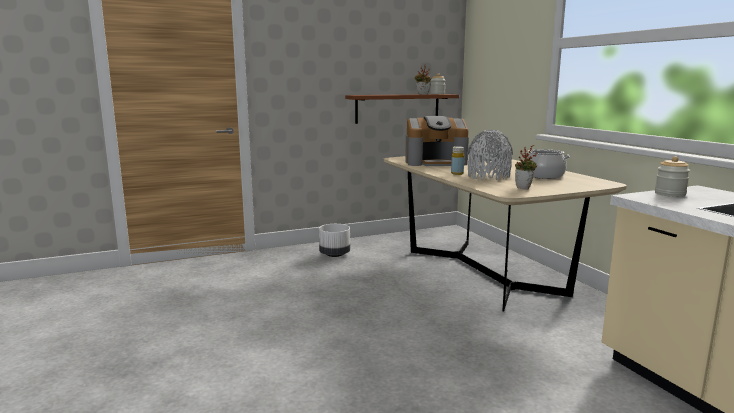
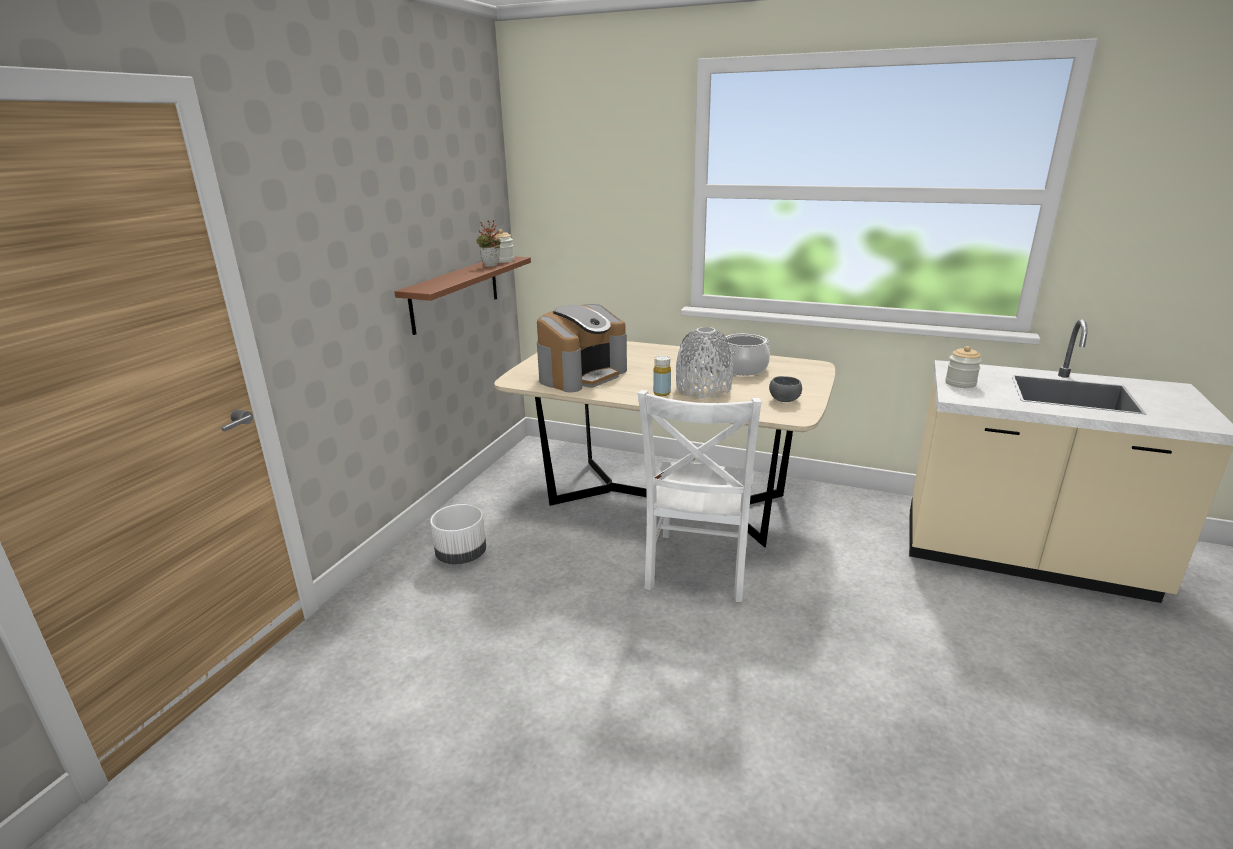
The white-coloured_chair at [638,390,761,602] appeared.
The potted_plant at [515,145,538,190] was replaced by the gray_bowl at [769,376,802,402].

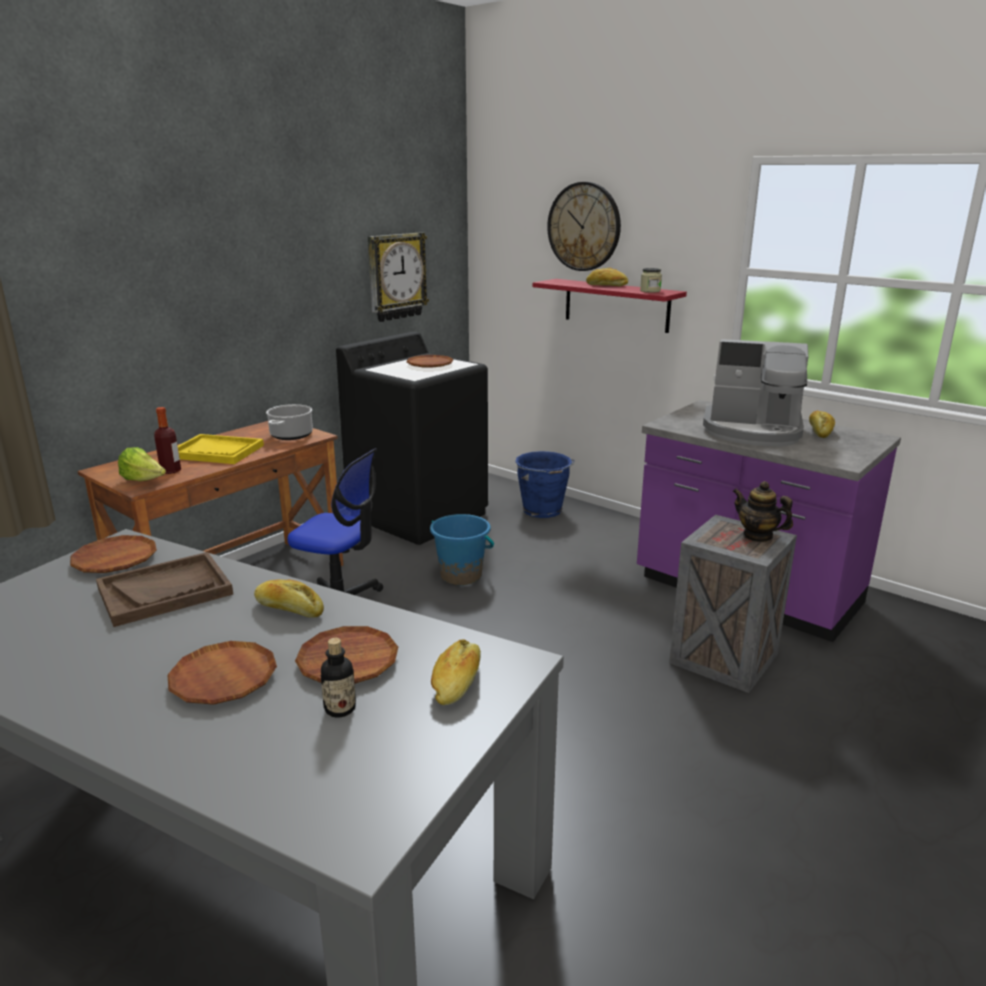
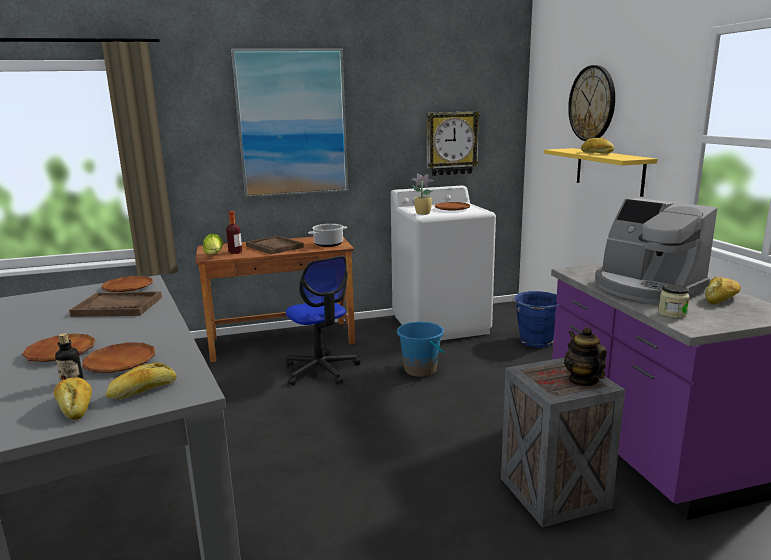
The bread moved from [254,580,324,618] to [54,378,92,420].
The wall_art at [231,48,348,198] appeared.
The yellow-coloured_tray at [178,434,264,464] became the brown-coloured_tray at [246,236,304,254].
The black_laundry_appliance at [336,331,488,545] became the white-coloured_laundry_appliance at [391,186,496,340].
The potted_plant at [411,174,434,215] appeared.
The red_shelf at [533,279,687,333] became the yellow-coloured_shelf at [544,148,657,197].
The jar moved from [640,268,662,293] to [658,284,690,319].

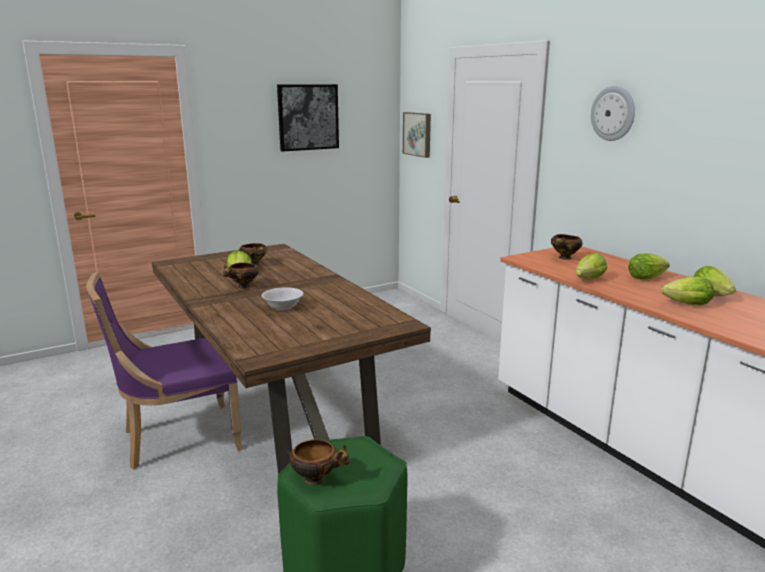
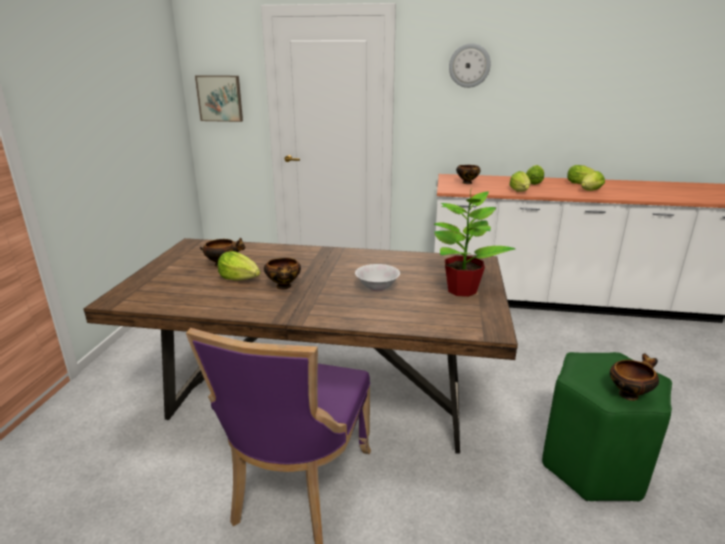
The potted_plant at [434,187,515,297] appeared.
The wall_art at [277,84,339,152] disappeared.

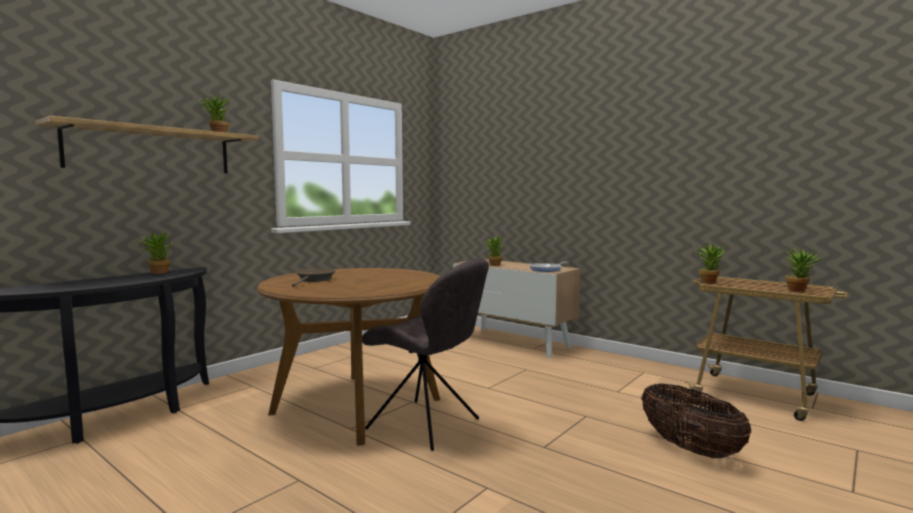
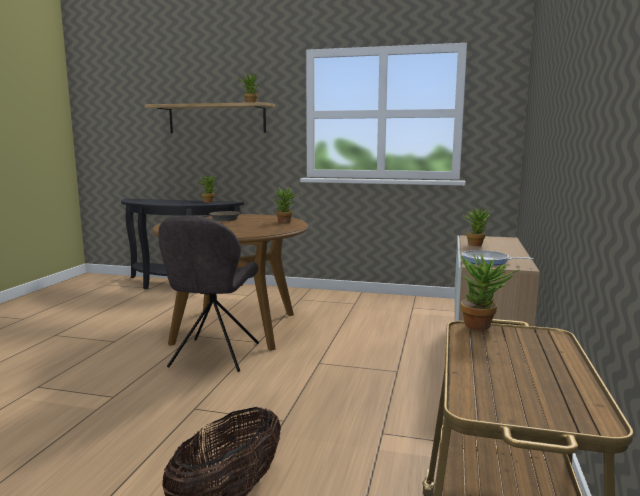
The potted_plant moved from [784,248,823,292] to [272,187,300,223].

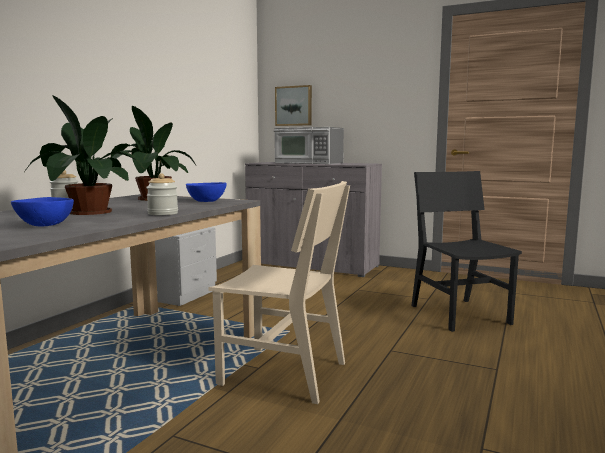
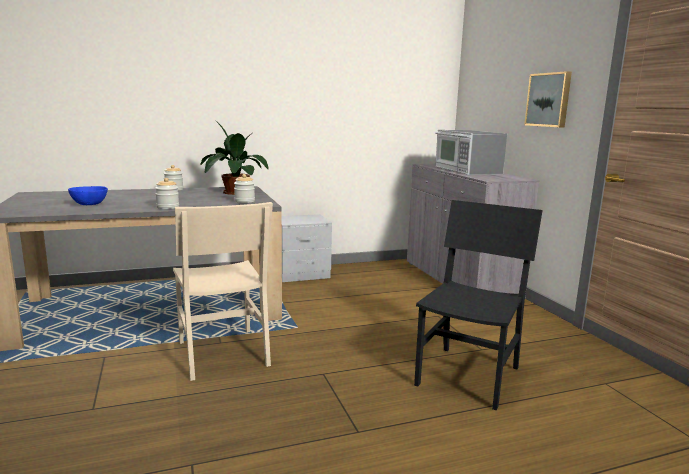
The bluish_bowl at [186,182,227,202] was replaced by the jar at [234,174,255,203].
The wall_art moved from [275,85,312,126] to [524,71,572,128].
The potted_plant at [24,95,146,215] disappeared.

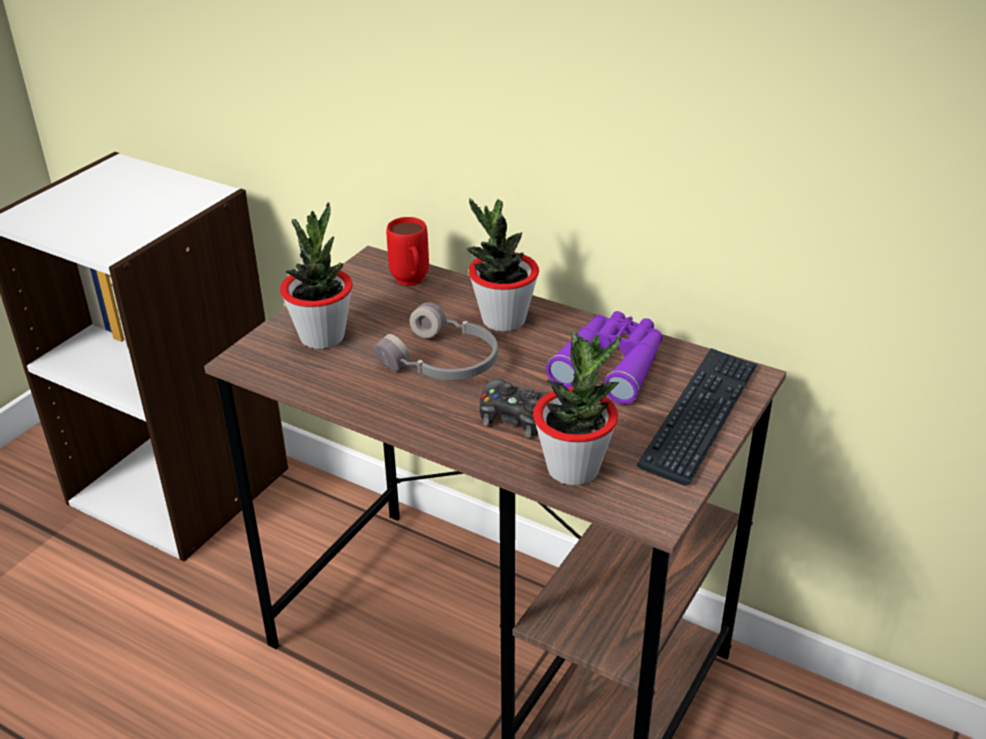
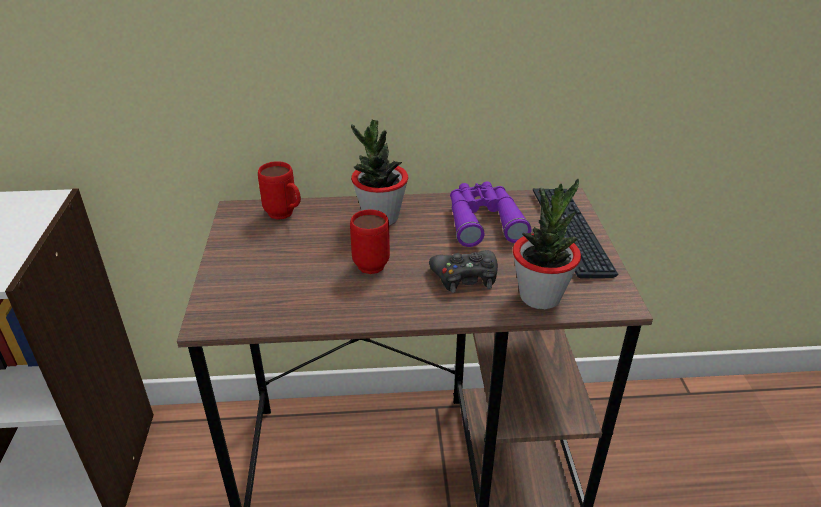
The gray_headset at [374,302,498,380] was replaced by the red_coffee_mug at [350,210,390,274].
The potted_plant at [280,202,353,349] disappeared.

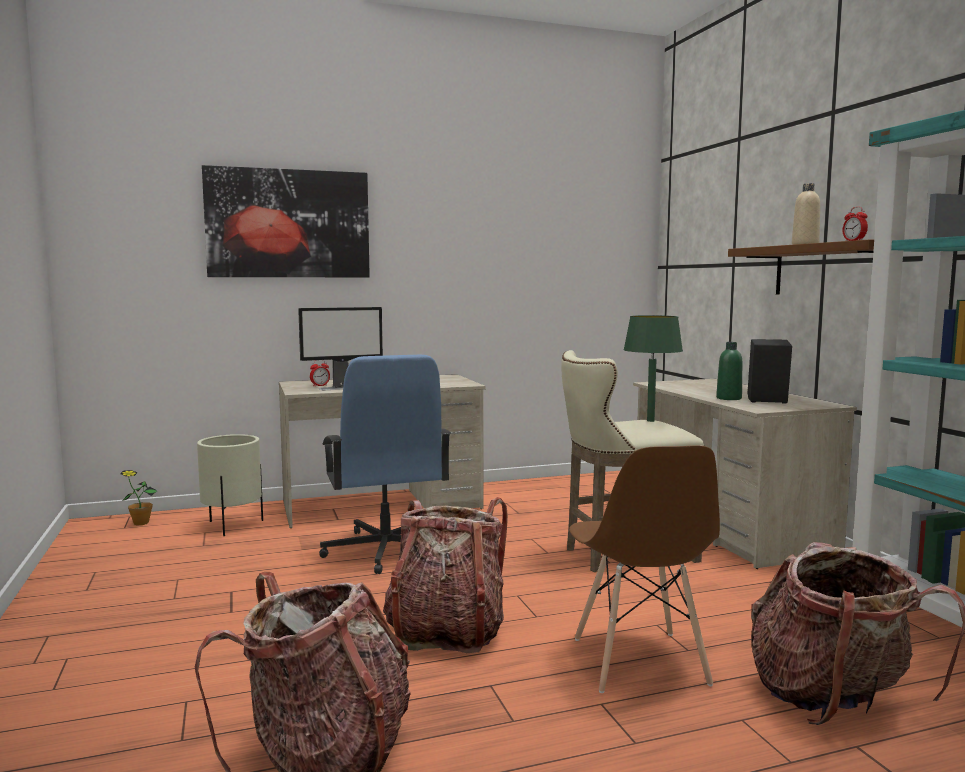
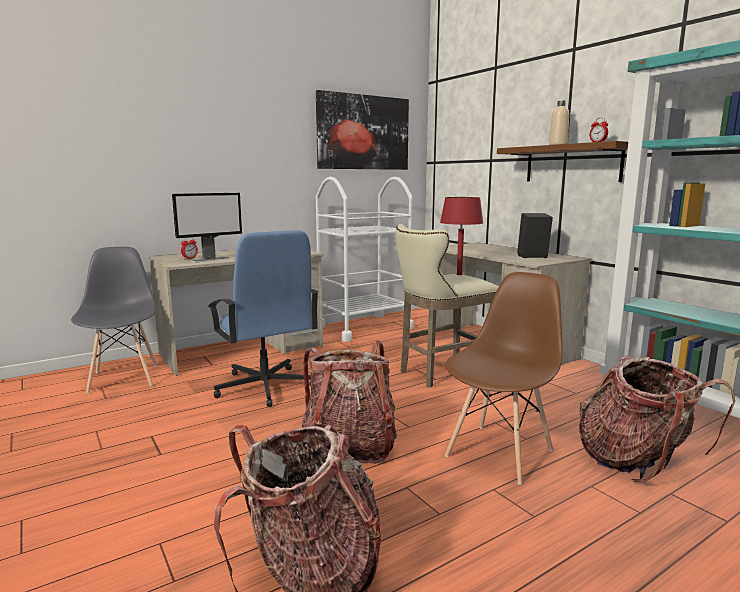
The beige-coloured_flower_pot at [197,434,263,536] was replaced by the gray_chair at [71,247,157,394].
The wall_art moved from [202,165,370,277] to [316,90,409,170].
The white-coloured_trolley at [316,176,414,342] appeared.
The green_lamp_for_a_table at [623,315,683,422] became the red_lamp_for_a_table at [440,197,483,275].
The brown-coloured_chair at [569,446,720,693] turned 120 degrees counterclockwise.
The potted_plant at [120,470,157,526] disappeared.
The green_beverage_bottle at [716,342,742,400] disappeared.

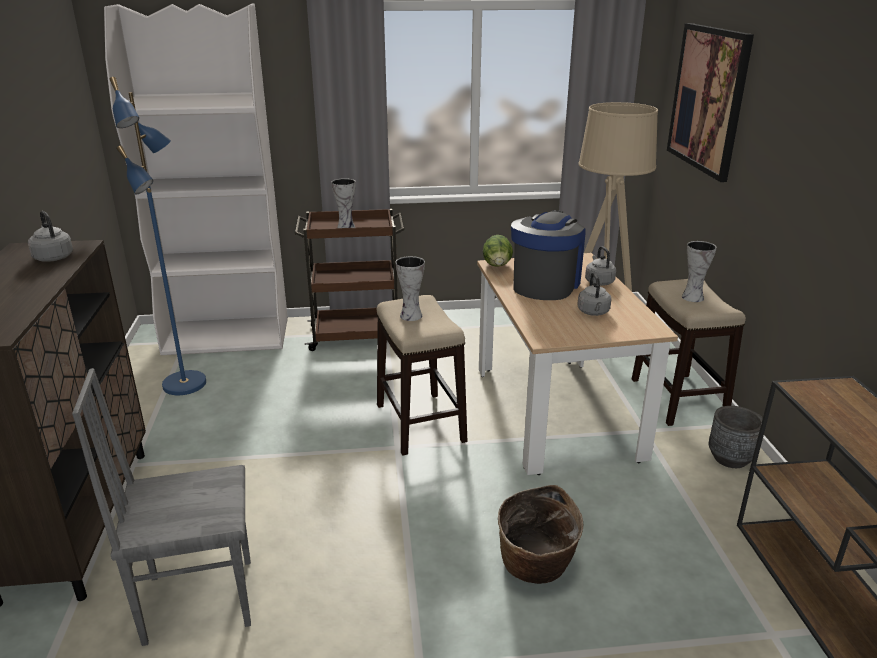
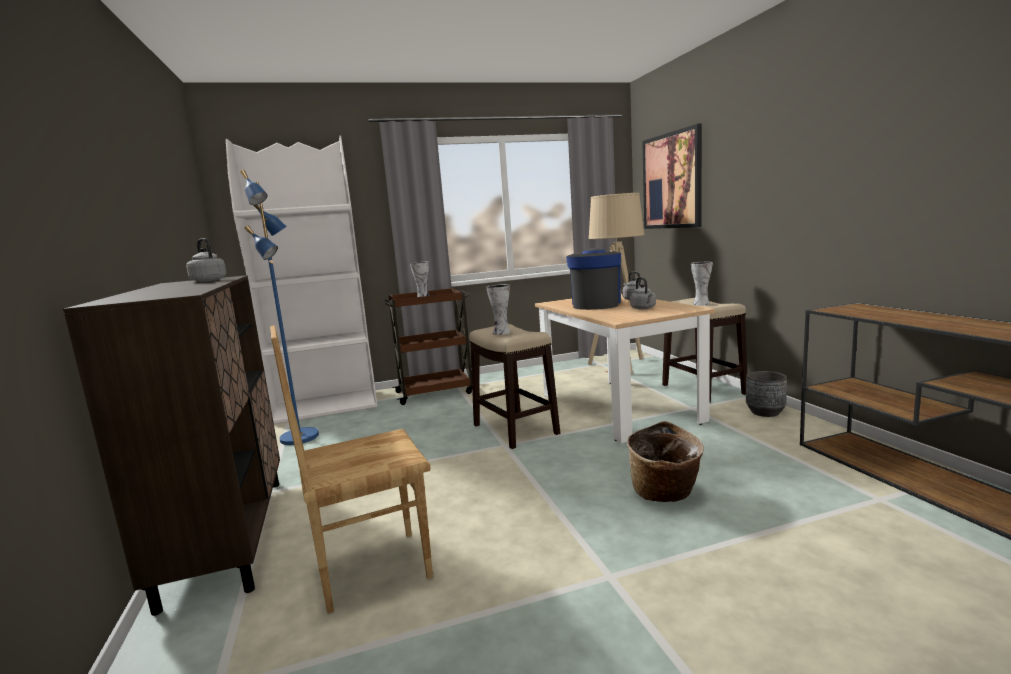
The gray_chair at [72,368,251,646] became the brown-coloured_chair at [270,325,433,614].
The lettuce_head at [483,235,513,267] disappeared.

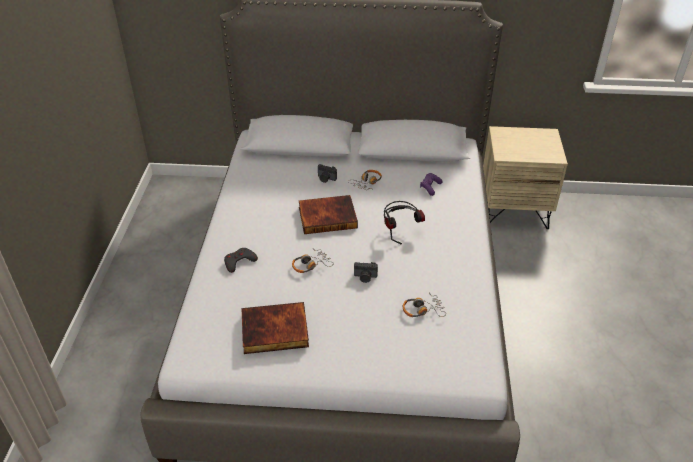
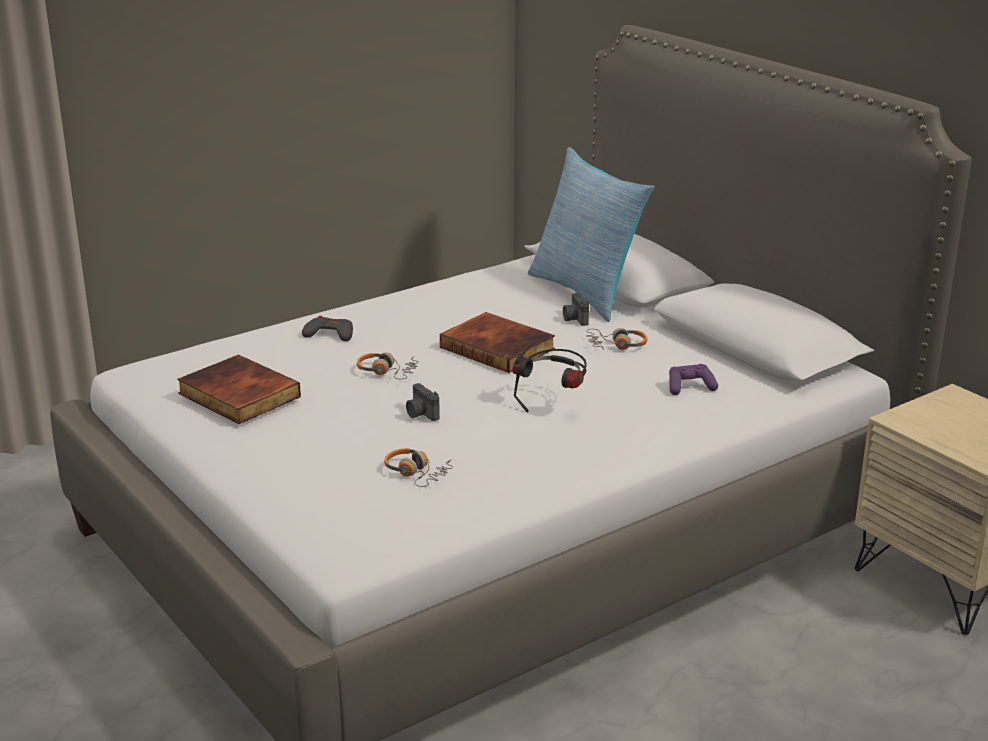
The pillow at [528,147,655,322] appeared.

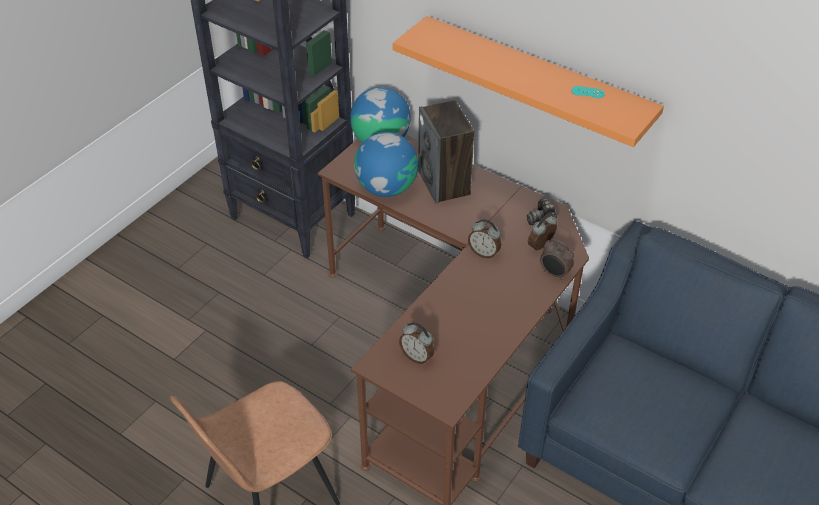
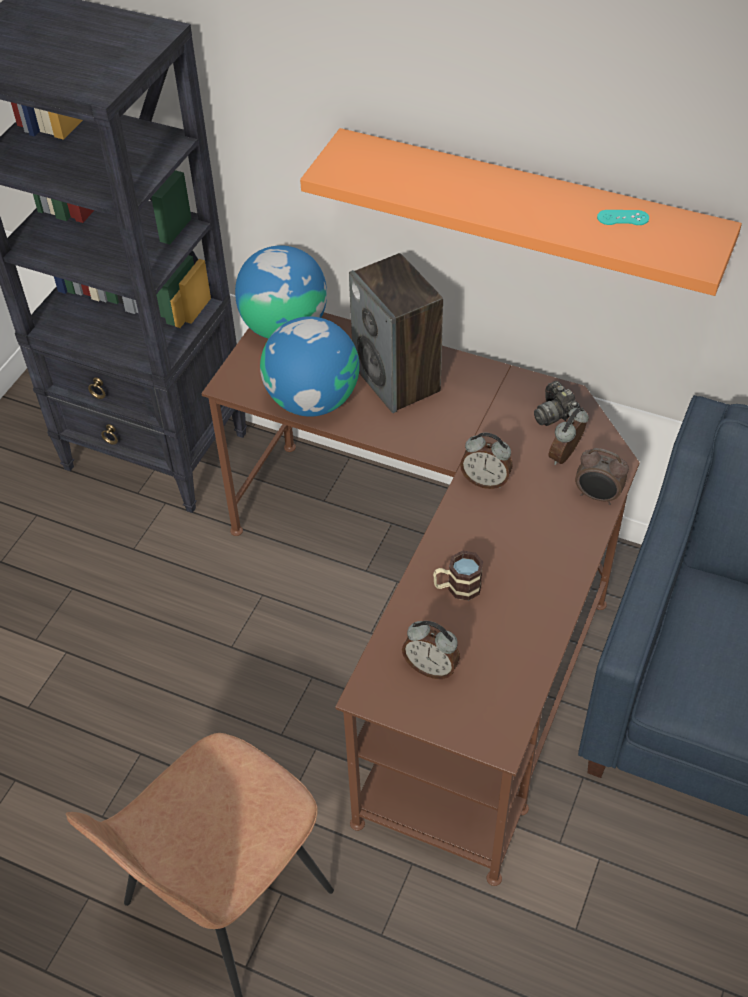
The coffee_mug at [433,550,483,601] appeared.

